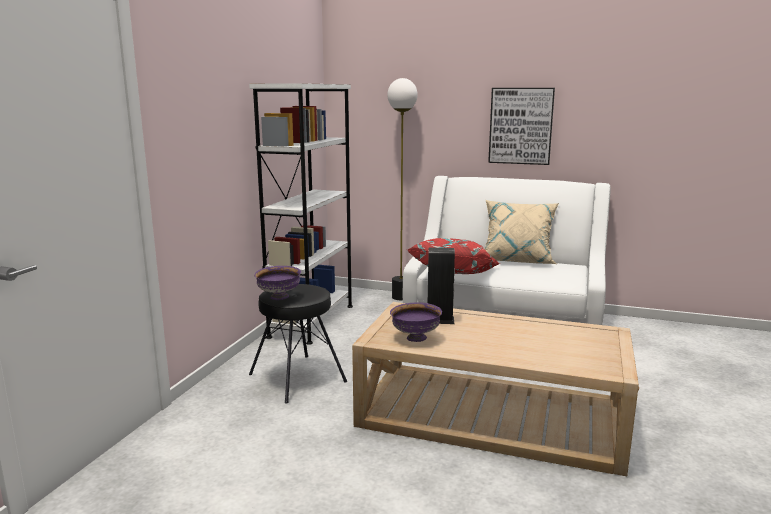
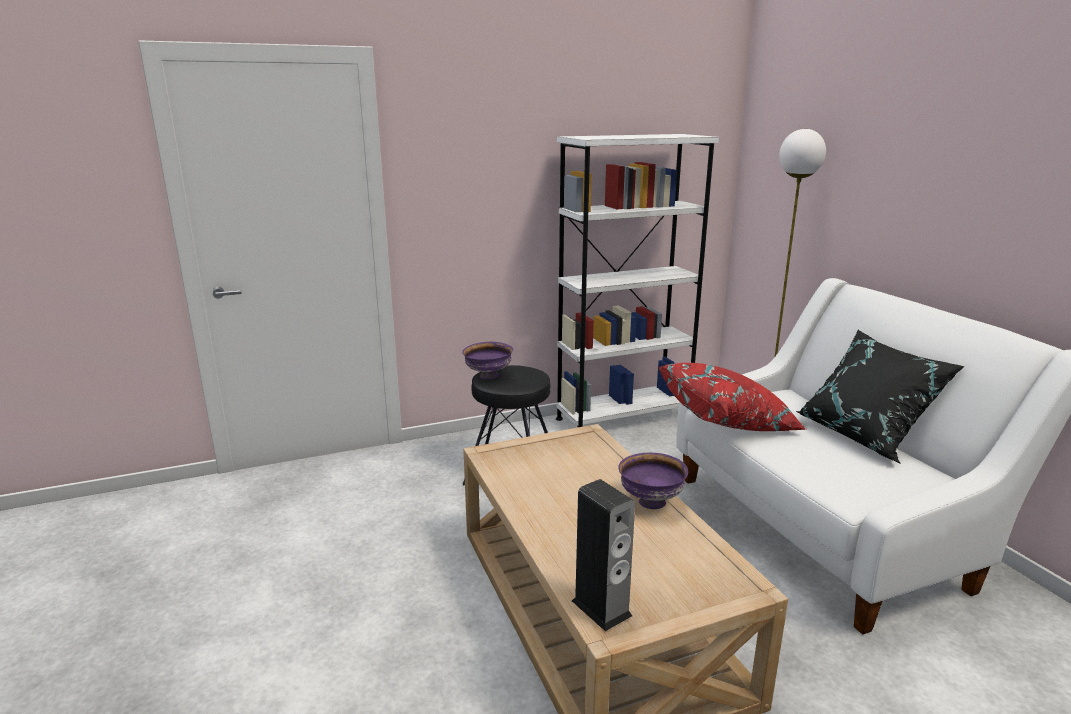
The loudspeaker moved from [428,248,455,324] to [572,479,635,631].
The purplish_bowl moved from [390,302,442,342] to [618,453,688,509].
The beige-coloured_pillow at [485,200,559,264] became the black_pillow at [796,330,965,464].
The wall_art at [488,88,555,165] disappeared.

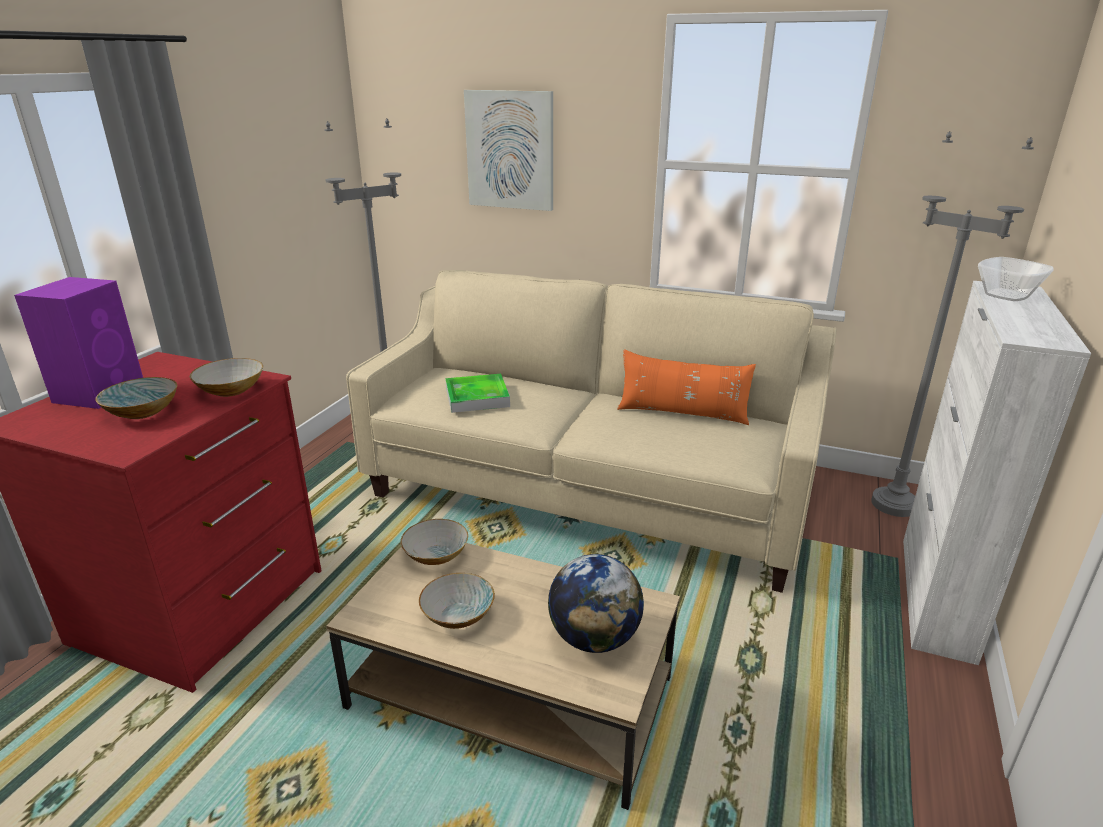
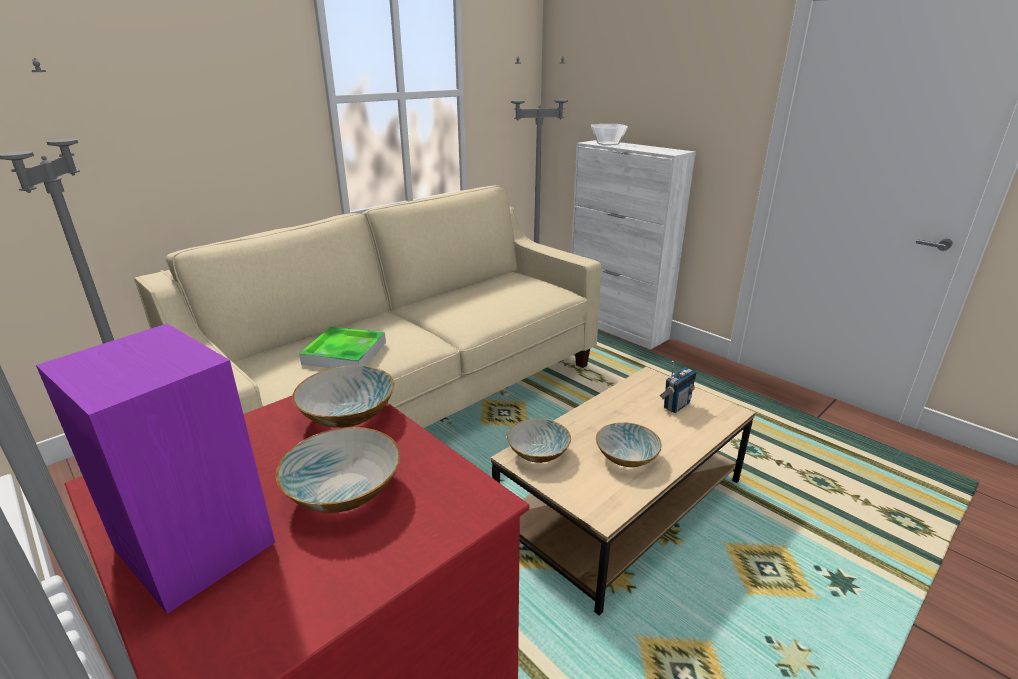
The globe at [548,554,644,653] was replaced by the radio at [660,361,696,413].
The wall_art at [464,90,553,211] disappeared.
The orangey_pillow at [617,349,756,425] disappeared.

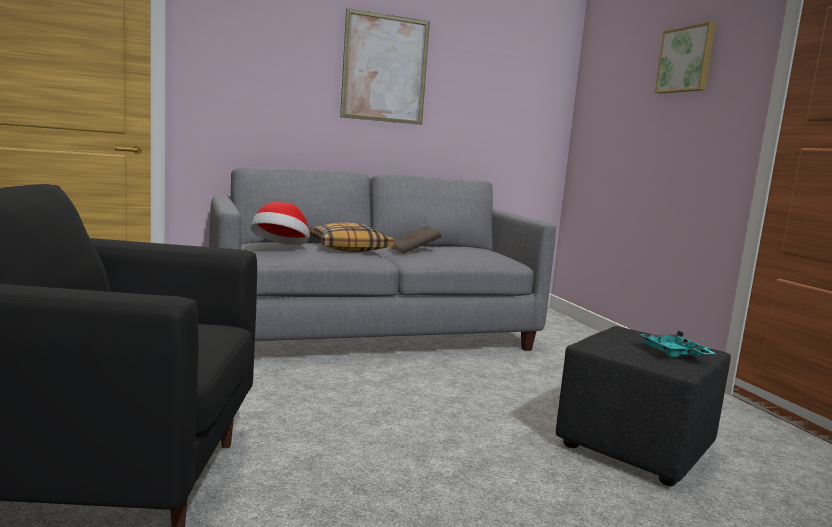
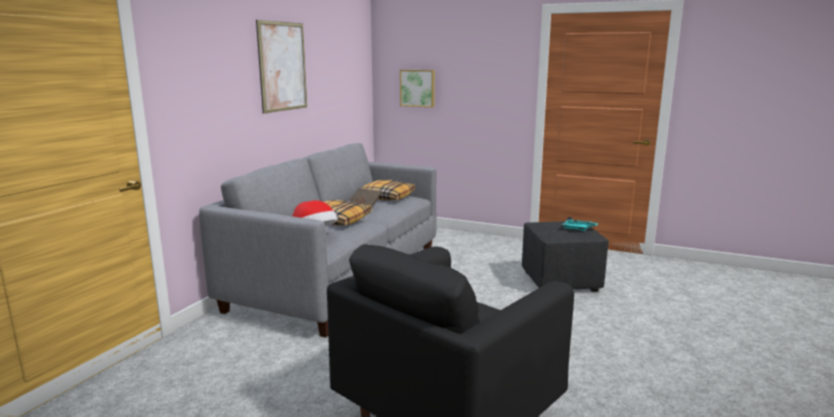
The pillow at [362,180,415,201] appeared.
The wall_art moved from [655,22,716,94] to [400,70,435,107].

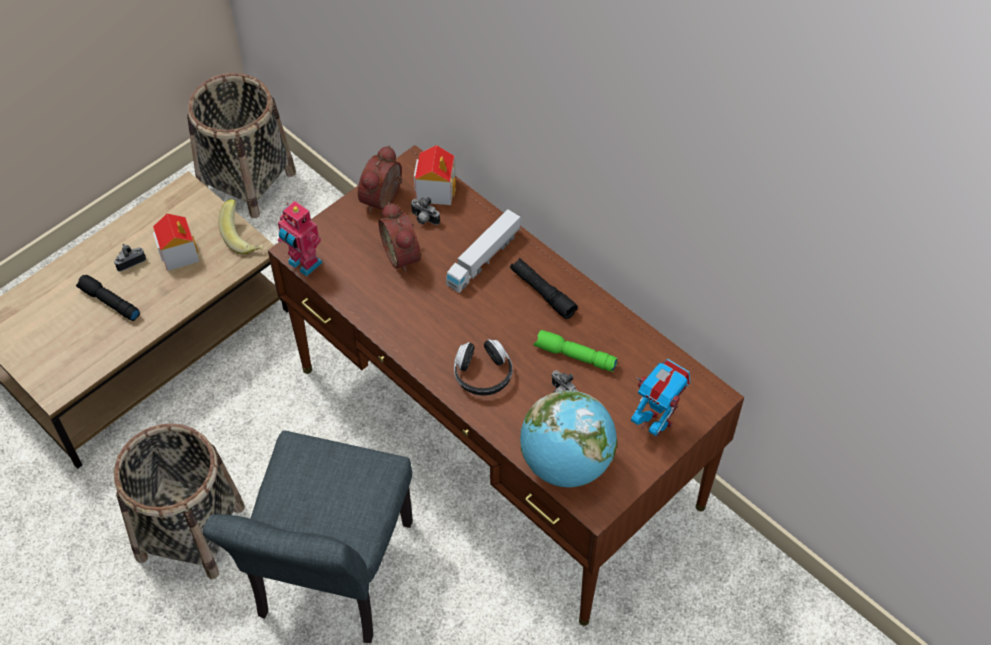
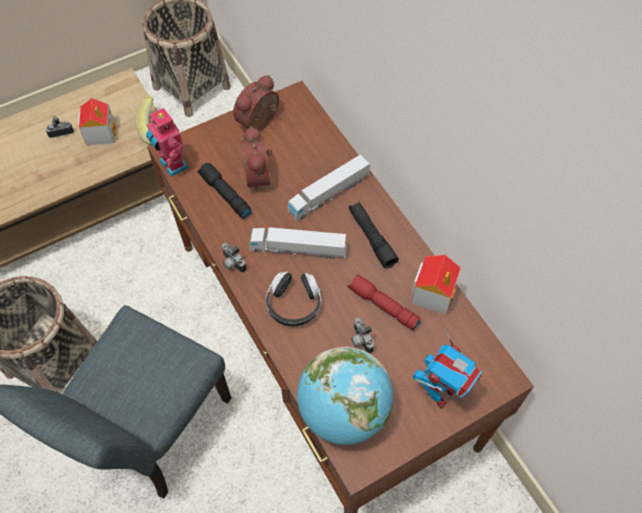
The black_torch moved from [76,275,140,321] to [197,163,252,219].
The still_camera moved from [410,197,440,225] to [222,243,246,273].
The toy_truck at [249,227,346,259] appeared.
The green_torch at [534,330,618,372] became the red_torch at [347,274,421,331].
The model_house moved from [414,145,456,205] to [411,255,461,314].
The robot_figure at [631,359,691,438] turned 75 degrees clockwise.

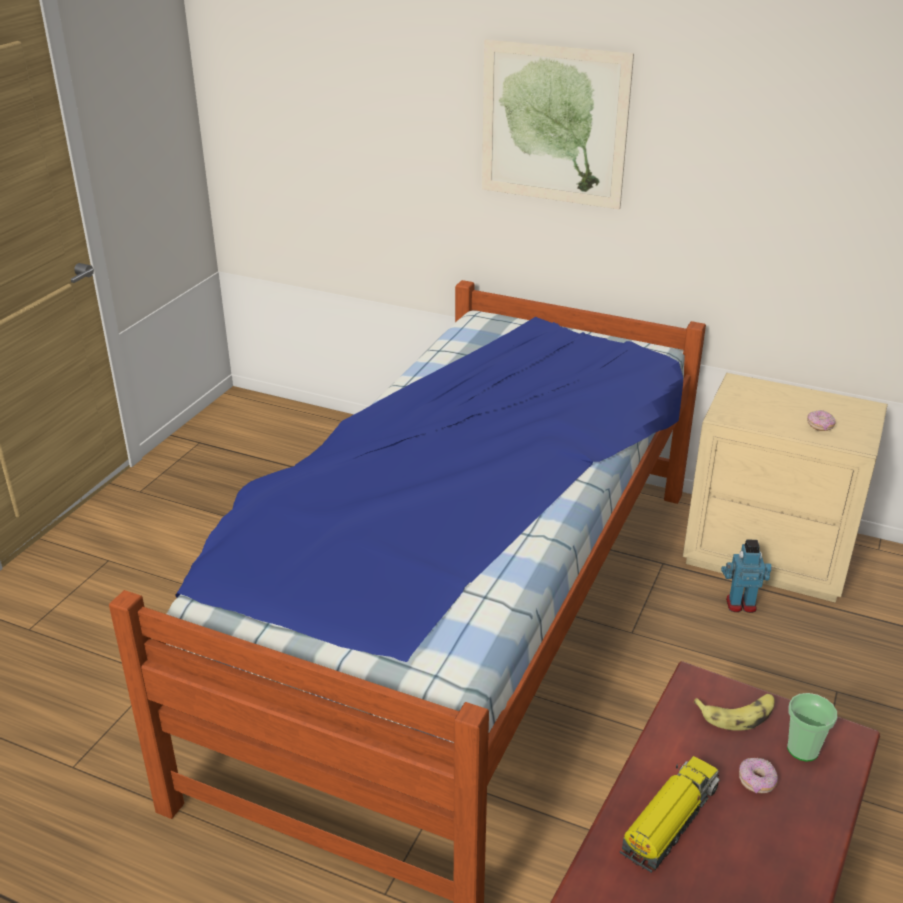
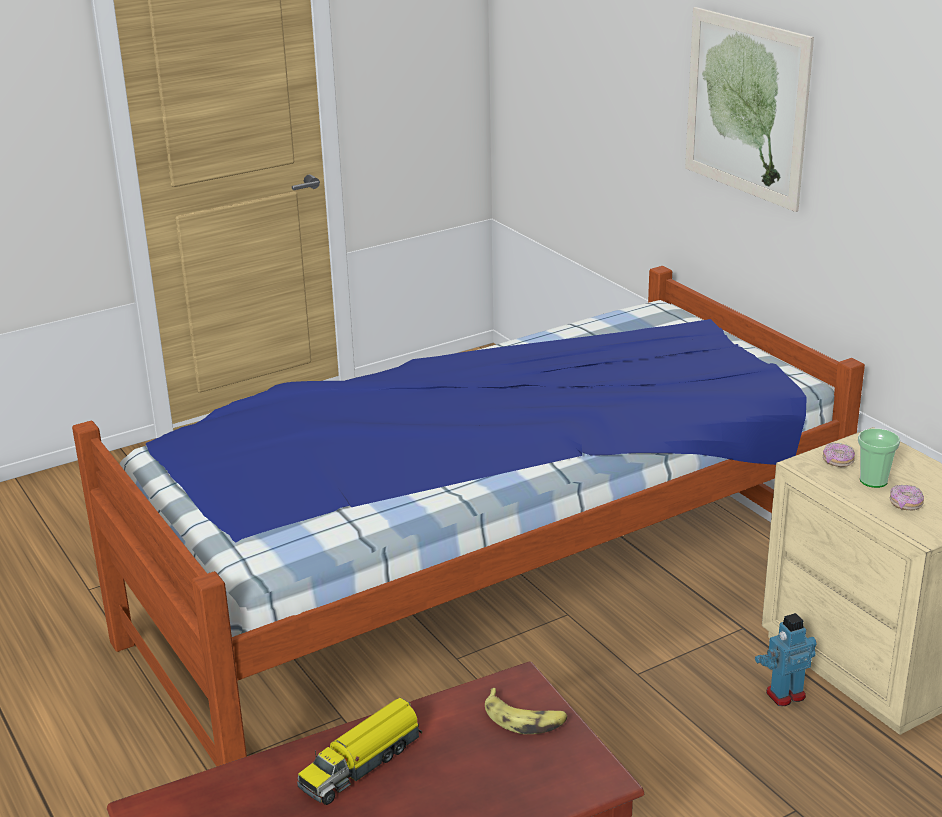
The toy_truck at [620,756,720,873] turned 150 degrees clockwise.
The robot_figure at [721,540,772,613] turned 60 degrees counterclockwise.
The donut moved from [739,758,778,794] to [822,443,855,467].
The drinking_cup moved from [787,693,837,762] to [858,428,900,488].

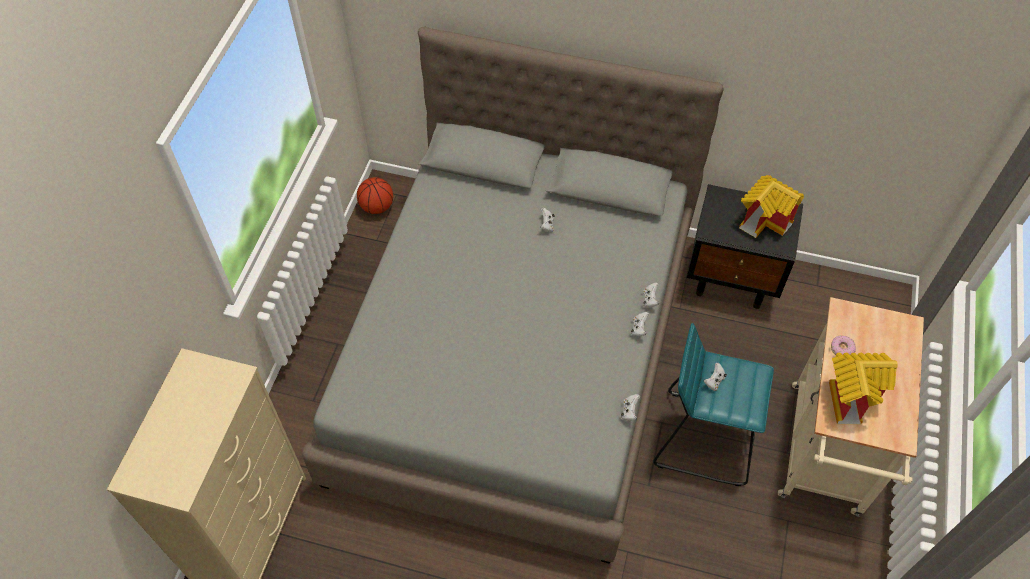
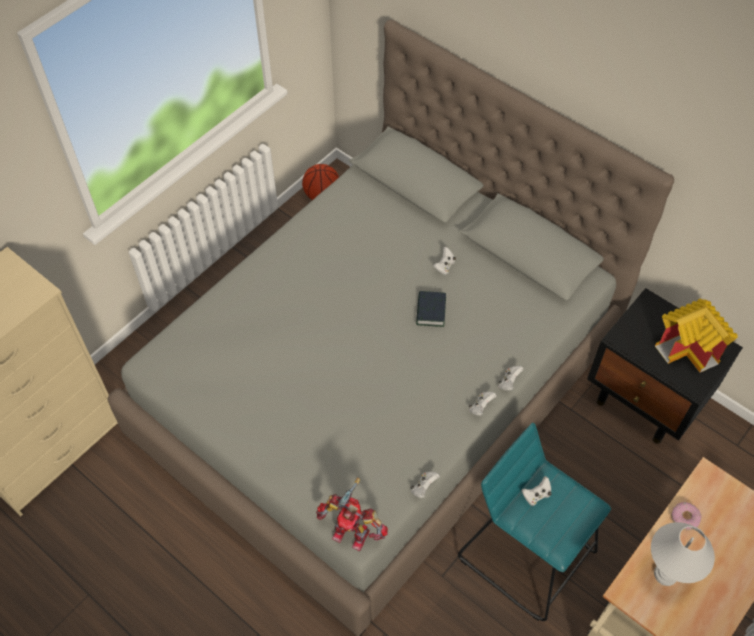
The robot_figure at [316,478,388,551] appeared.
The bound_book at [416,291,446,327] appeared.
The model_house at [829,353,898,424] was replaced by the white-coloured_lamp_for_a_table at [651,522,715,586].

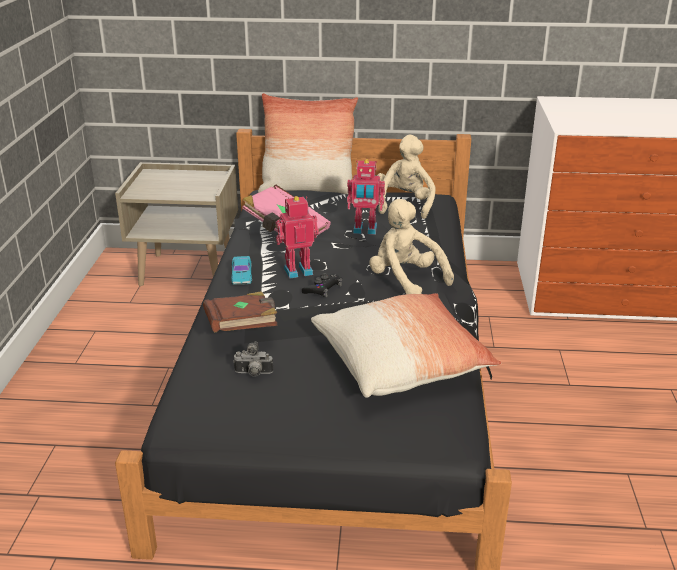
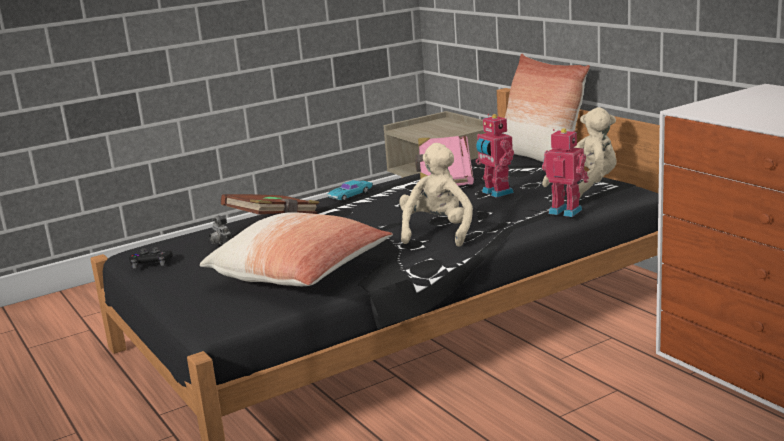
The black_game_controller moved from [302,273,342,297] to [129,247,173,268].
The robot_figure moved from [276,196,319,279] to [542,128,589,217].

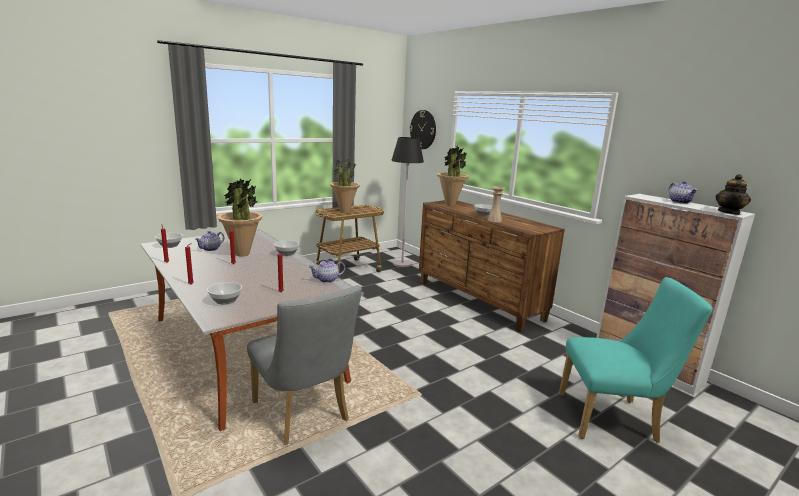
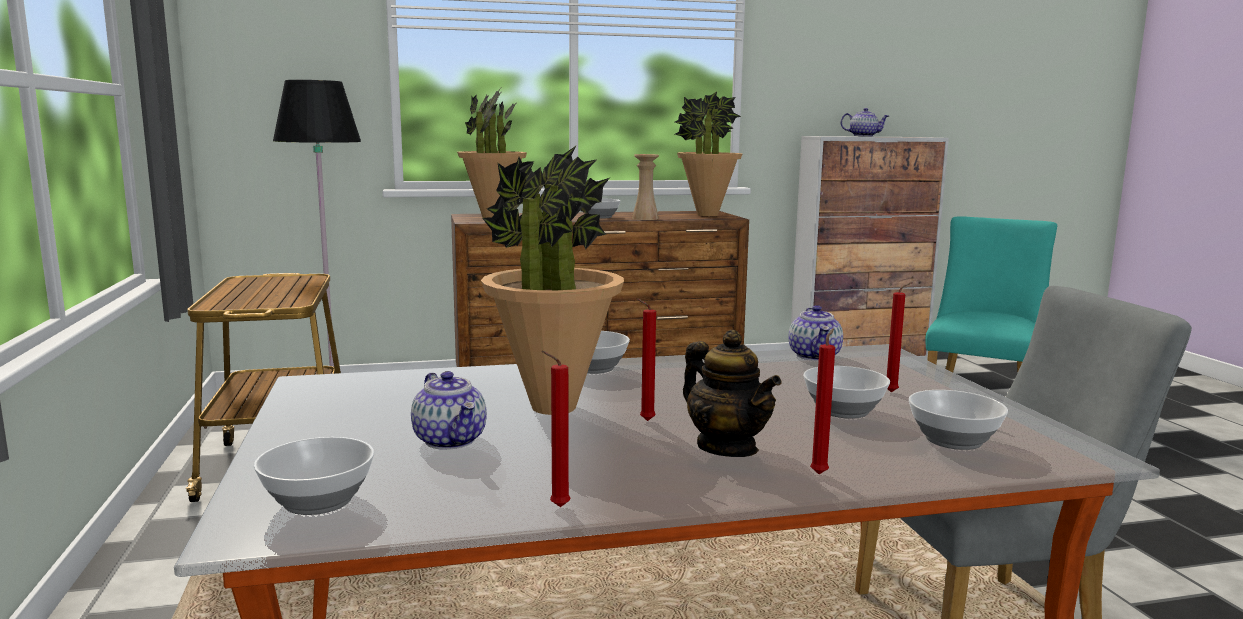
The potted_plant moved from [330,158,360,213] to [675,92,743,216].
The teapot moved from [715,174,751,215] to [683,330,781,457].
The bowl at [803,366,890,418] appeared.
The clock_on_the_wall at [409,110,436,149] disappeared.

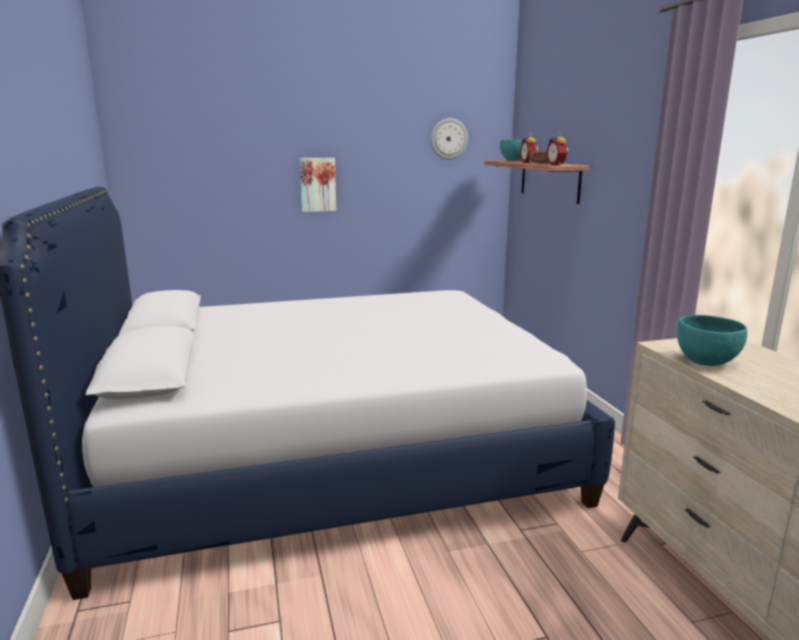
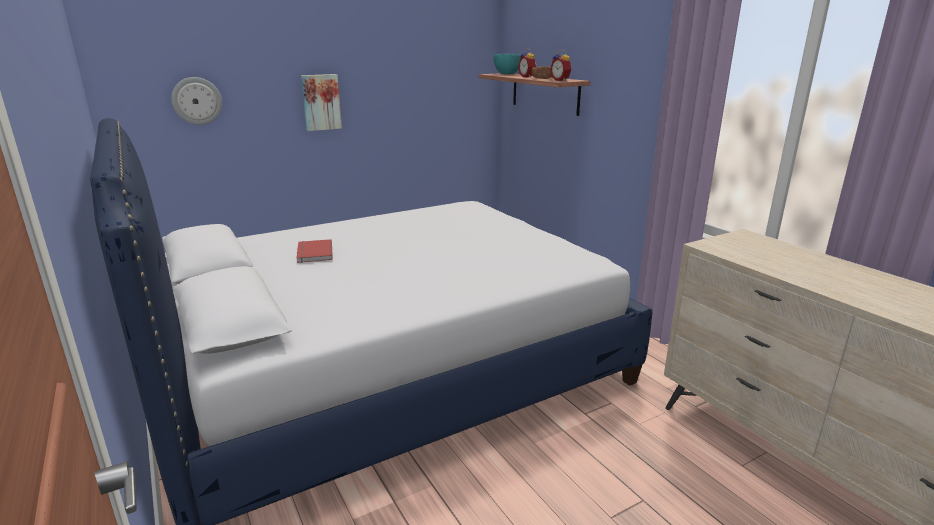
The clock_on_the_wall moved from [431,118,468,160] to [171,77,222,125].
The red_bound_book at [297,239,333,263] appeared.
The turquoise_bowl at [677,315,747,366] disappeared.

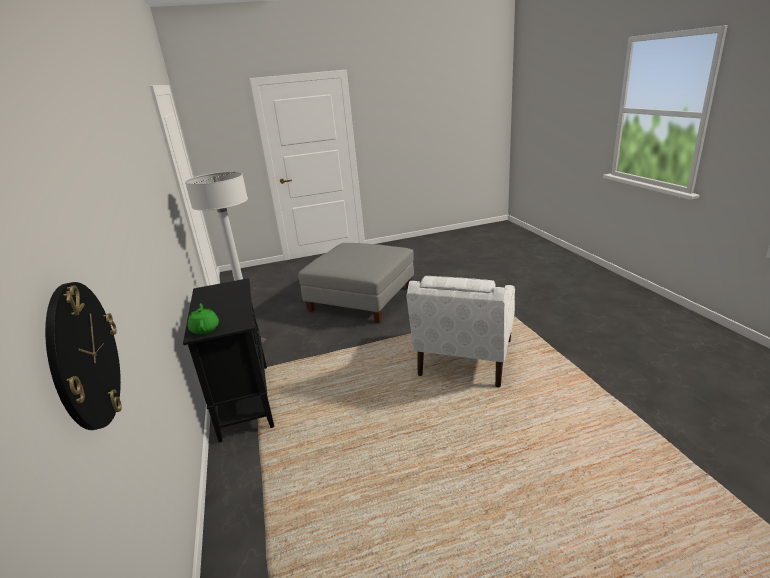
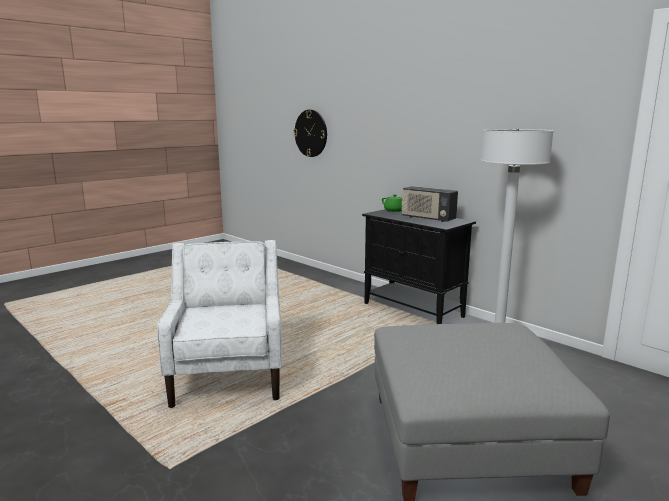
The radio at [401,186,458,222] appeared.

